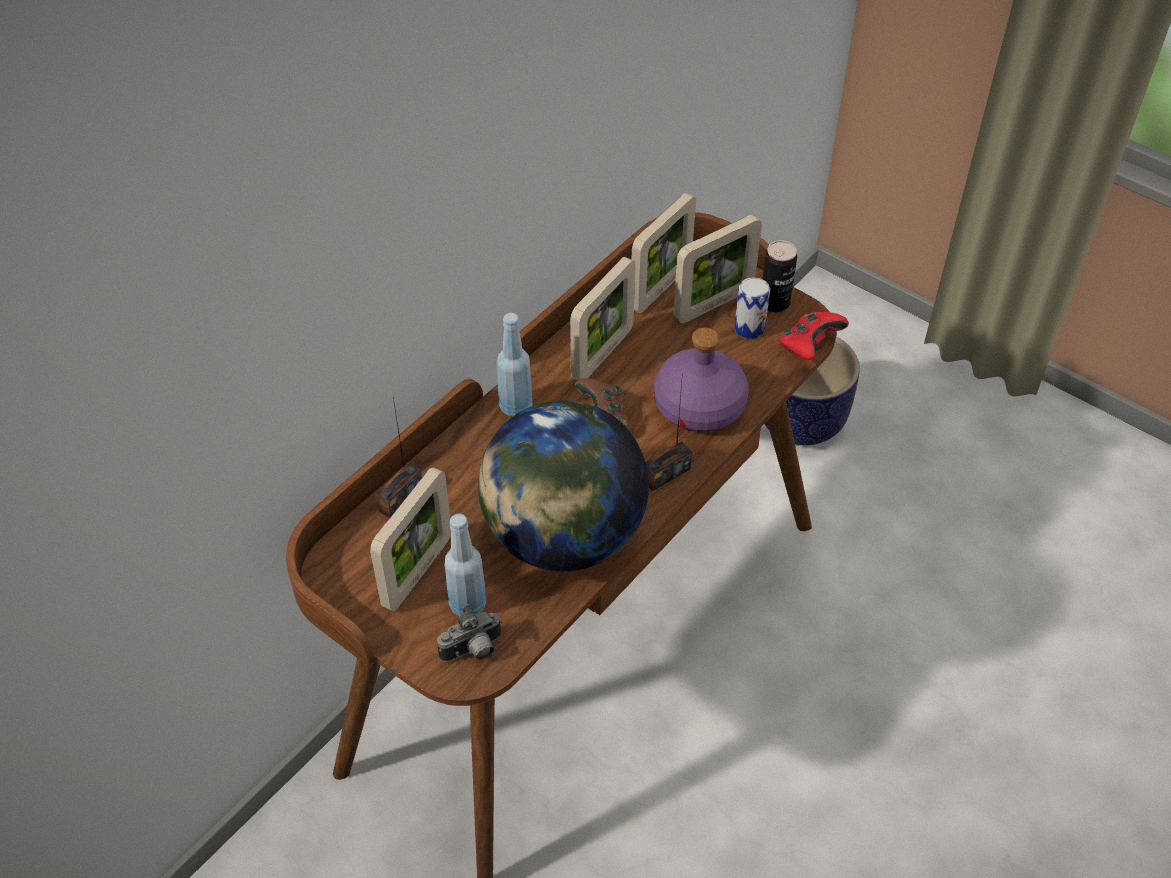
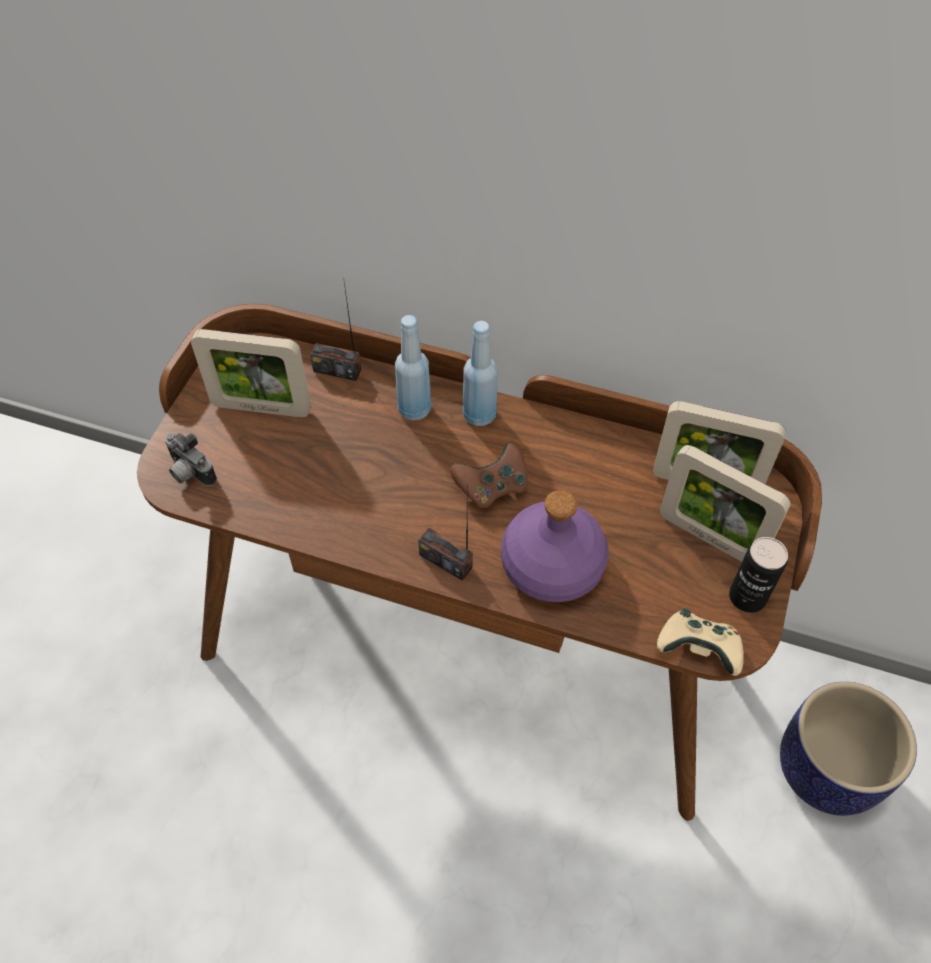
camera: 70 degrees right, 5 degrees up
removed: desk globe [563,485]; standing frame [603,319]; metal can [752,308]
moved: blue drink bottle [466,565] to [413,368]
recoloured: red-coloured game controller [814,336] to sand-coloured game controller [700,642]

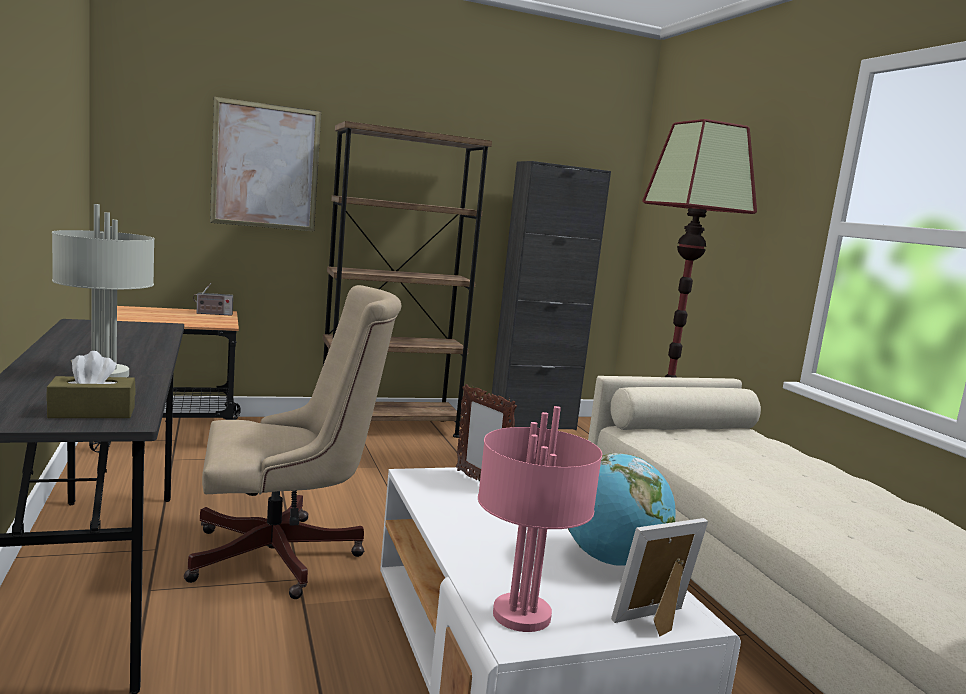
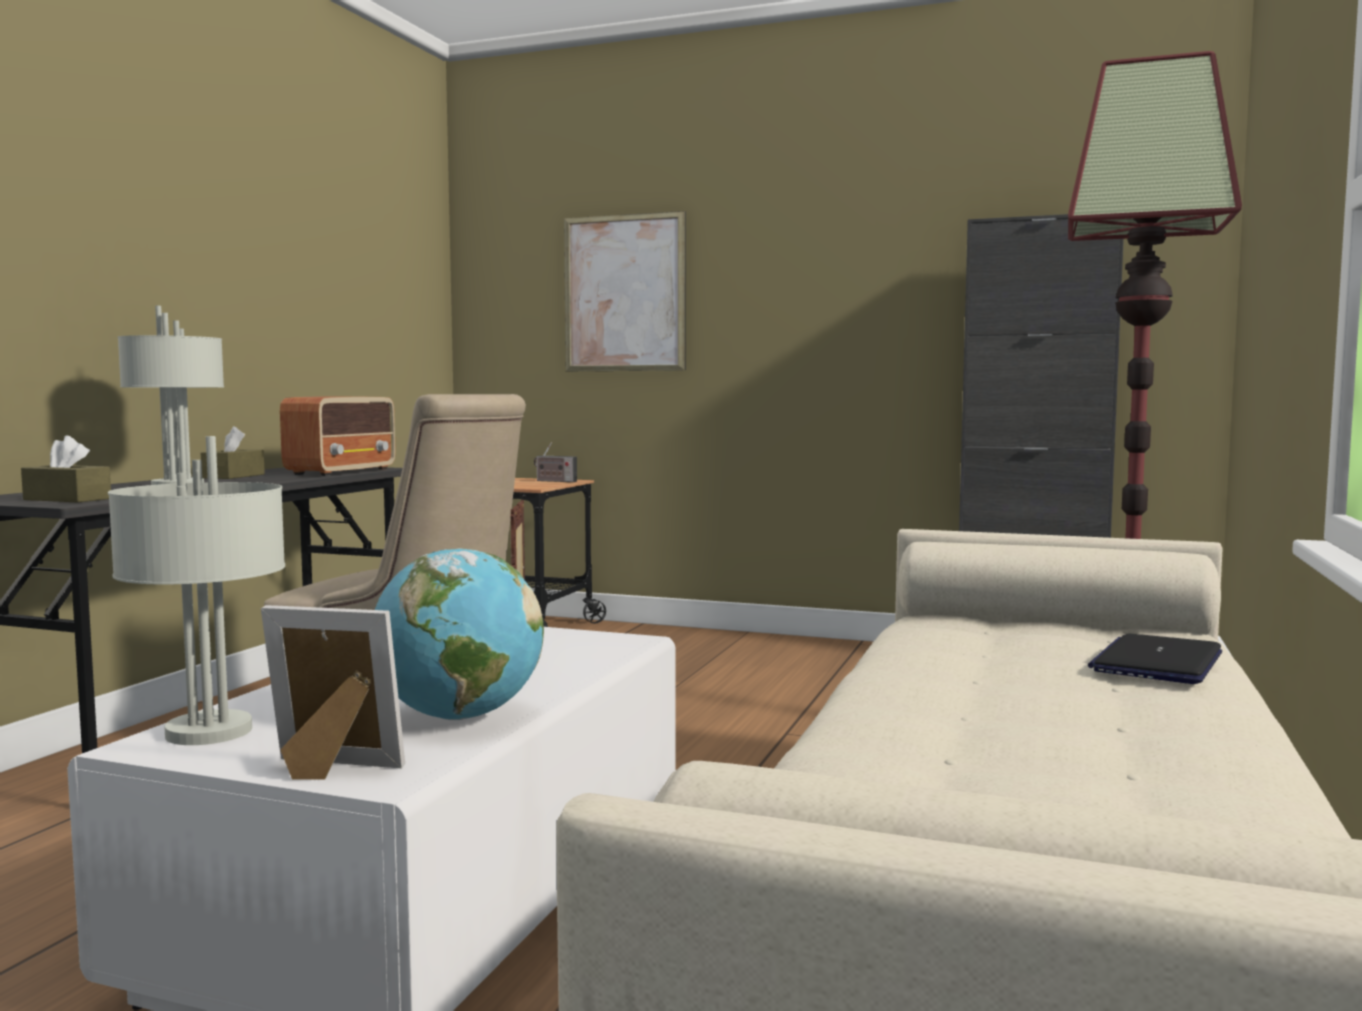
camera: 40 degrees right, 5 degrees down
removed: brownish shelving unit [407,279]
added: brownish tissue box [233,452]; radio receiver [338,436]; portable computer [1155,658]
recoloured: pink lamp for a table [540,519] to greyish lamp for a table [196,590]

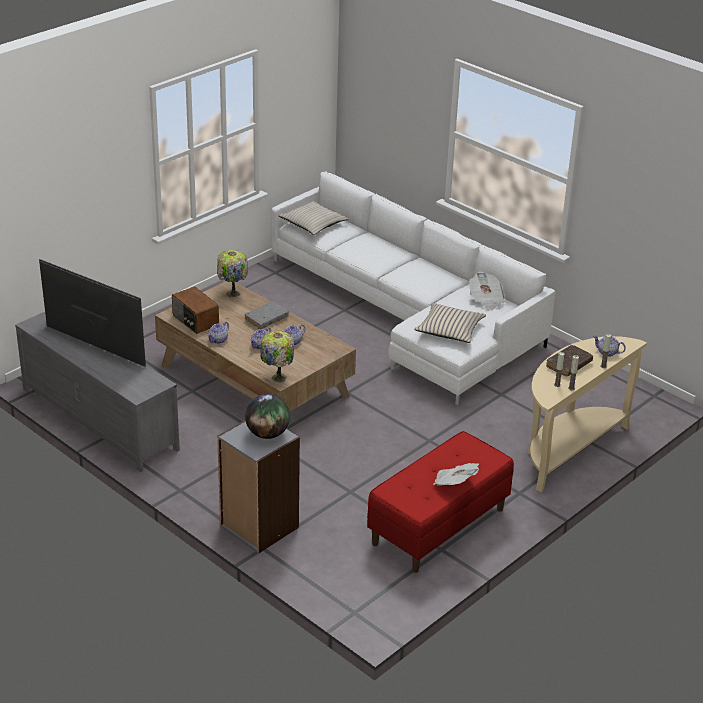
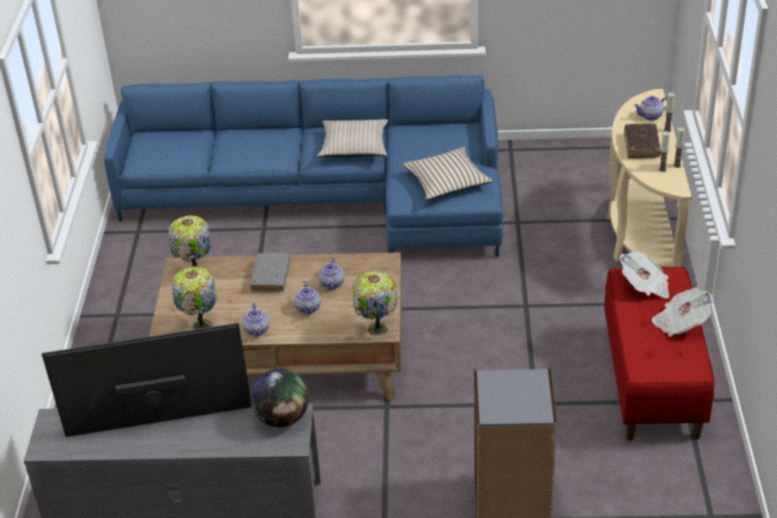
camera: 40 degrees left, 5 degrees up
moved: desk globe [267,416] to [280,398]; sand-coloured pillow [313,218] to [352,138]; printed paper [487,291] to [644,275]
replaced: radio receiver [195,310] to lamp for a table [194,297]
recoloured: white settee [413,288] to blue settee [303,166]

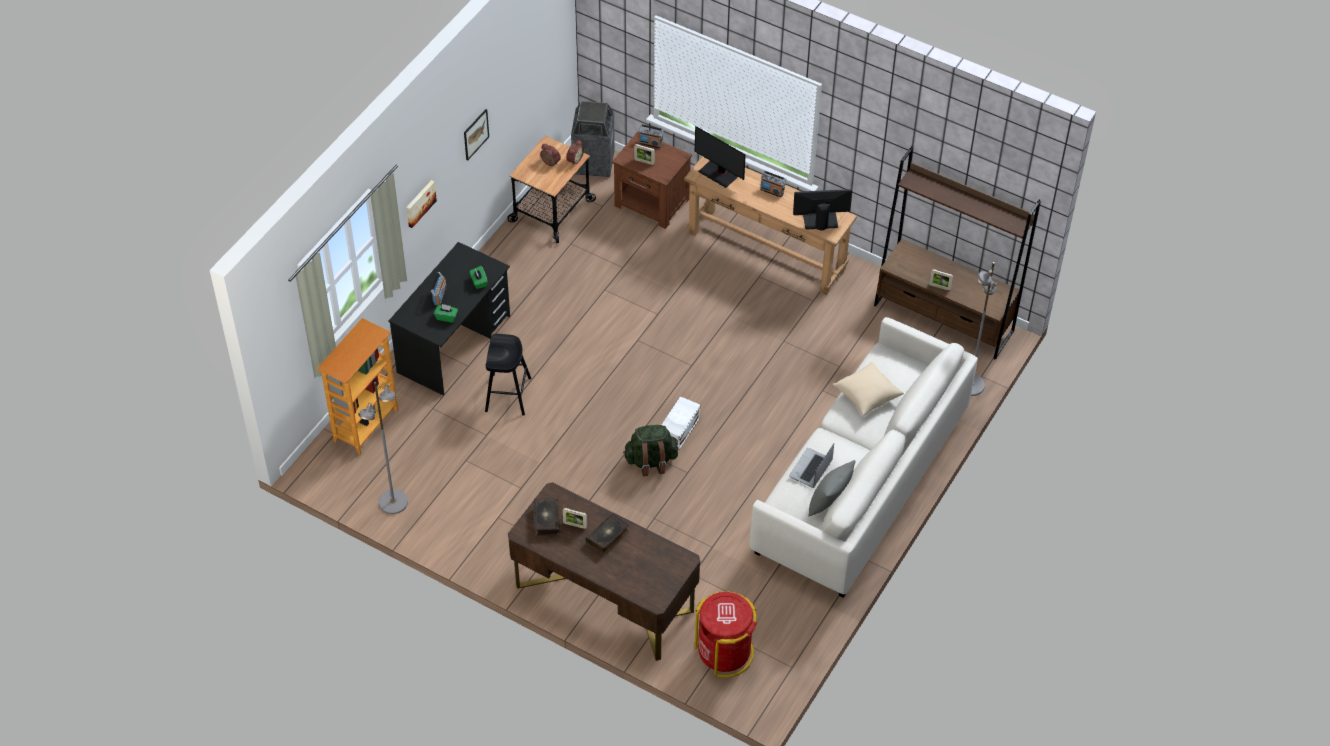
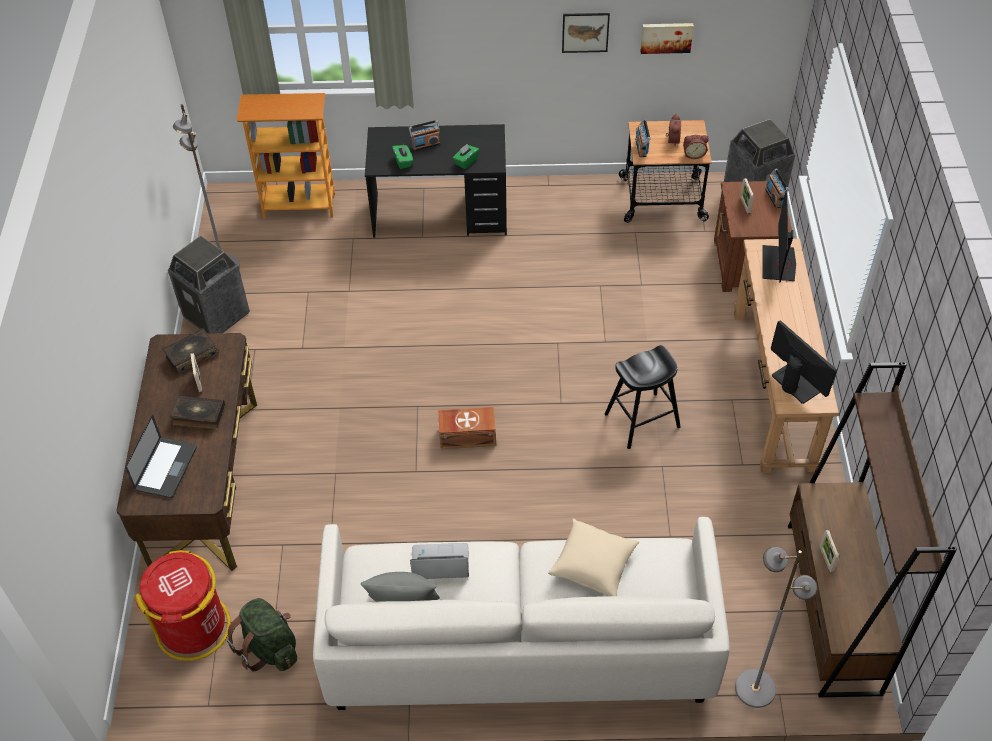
camera: 60 degrees right, 0 degrees up
added: portable computer [161,456]; trash can [209,285]
moved: green-coloured backpack [650,450] to [262,634]; black-coloured sitting stool [508,375] to [643,397]; radio receiver [773,184] to [642,138]; picture [421,204] to [667,38]
recoloured: white storage box [681,423] to brownish storage box [467,428]

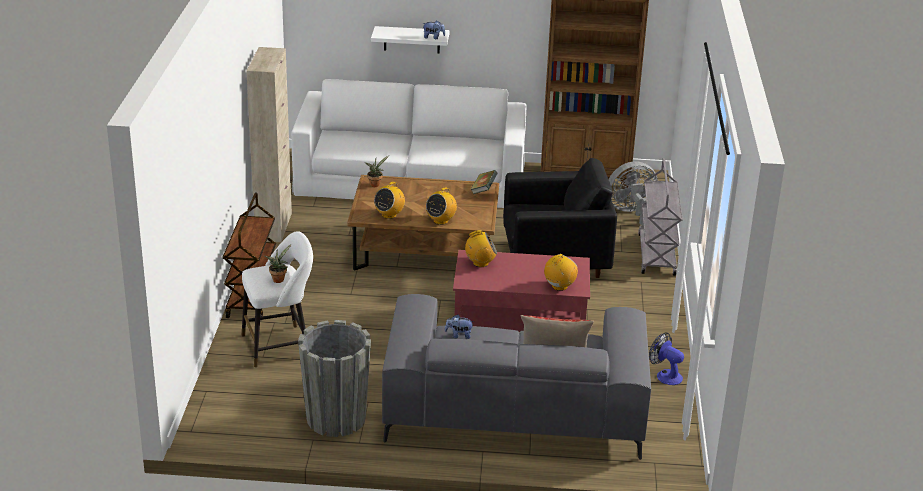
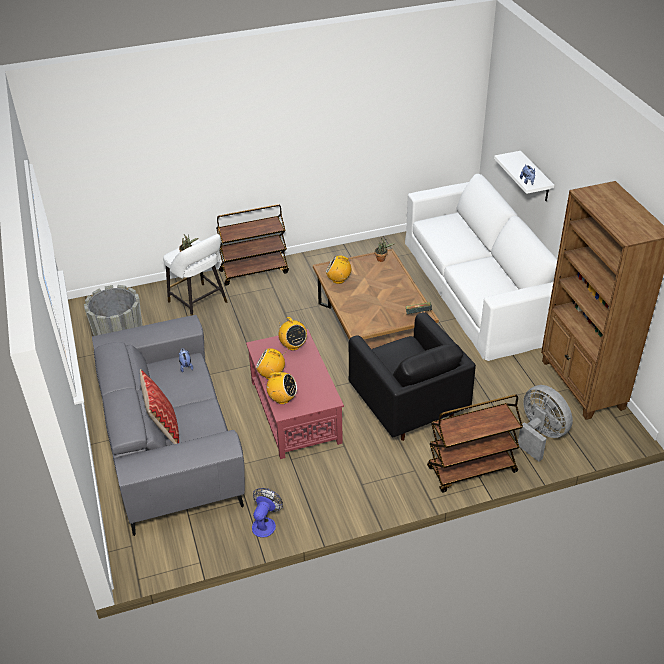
camera: 70 degrees right, 10 degrees up
removed: sand-coloured cupboard [269,144]
moved: radio receiver [441,206] to [270,364]
recoloured: greyish wheeled cart [660,217] to brownish wheeled cart [475,443]

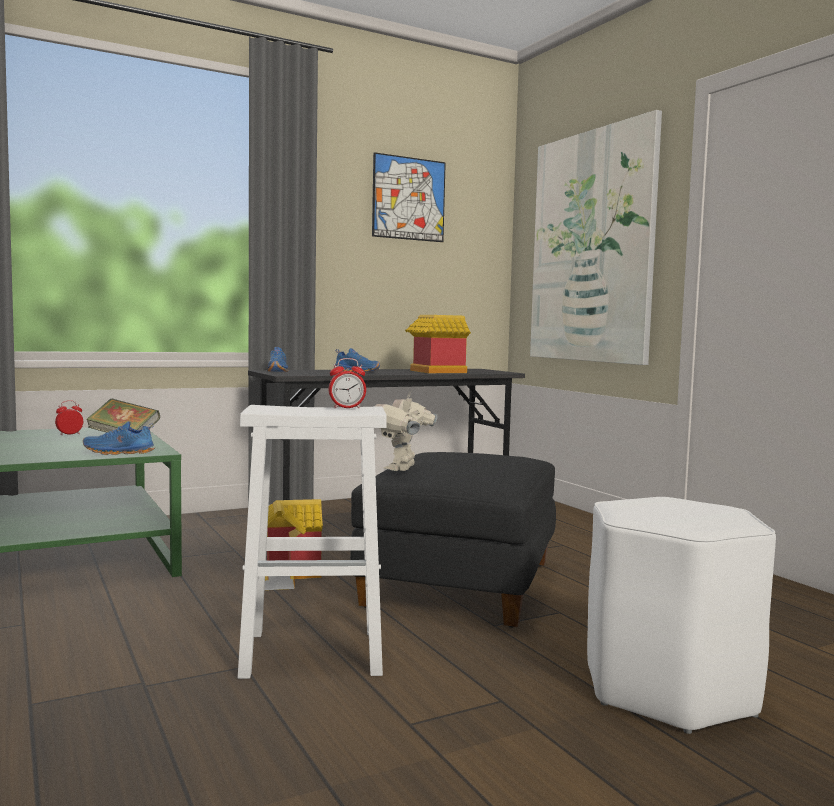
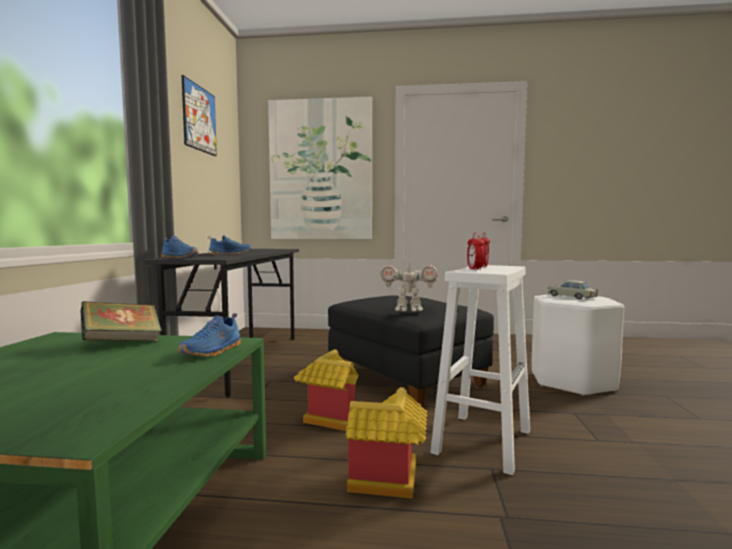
camera: 55 degrees left, 0 degrees up
added: sand-coloured miniature car [573,289]
moved: toy house [438,344] to [386,443]; bedside clock [69,418] to [475,251]
turned: robot figure [406,430] = [409,284] 45 degrees counterclockwise

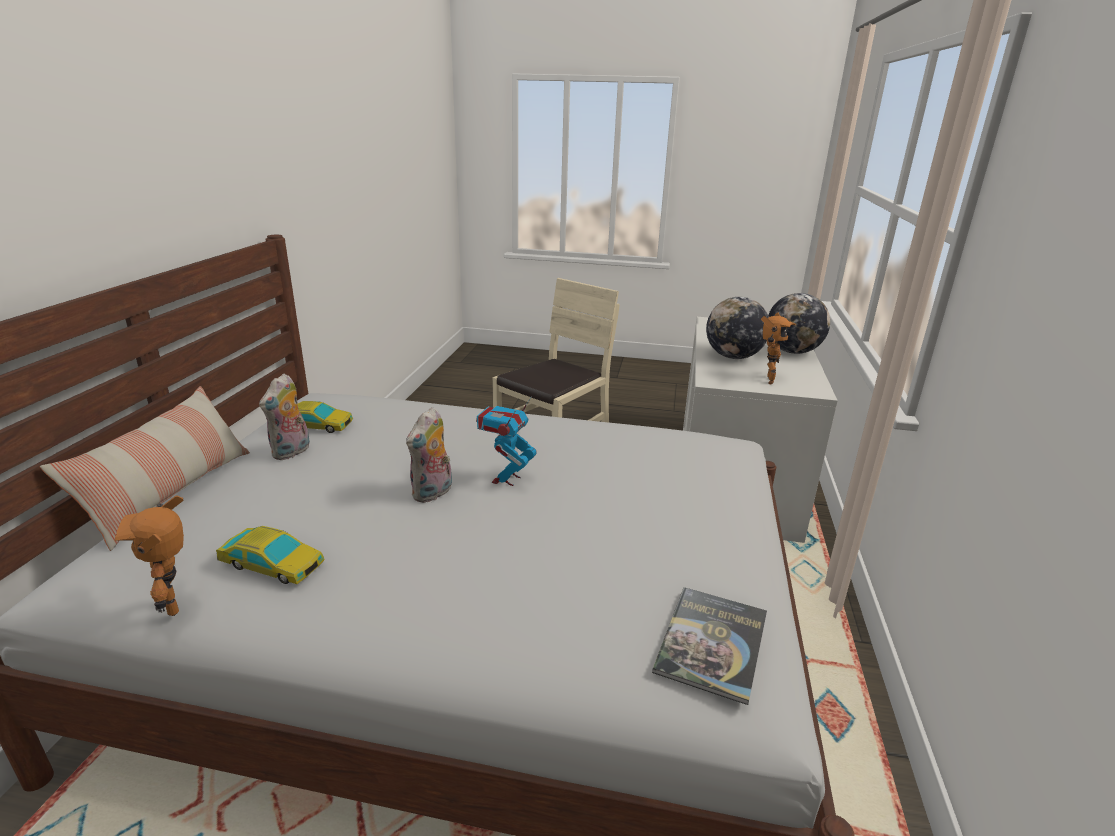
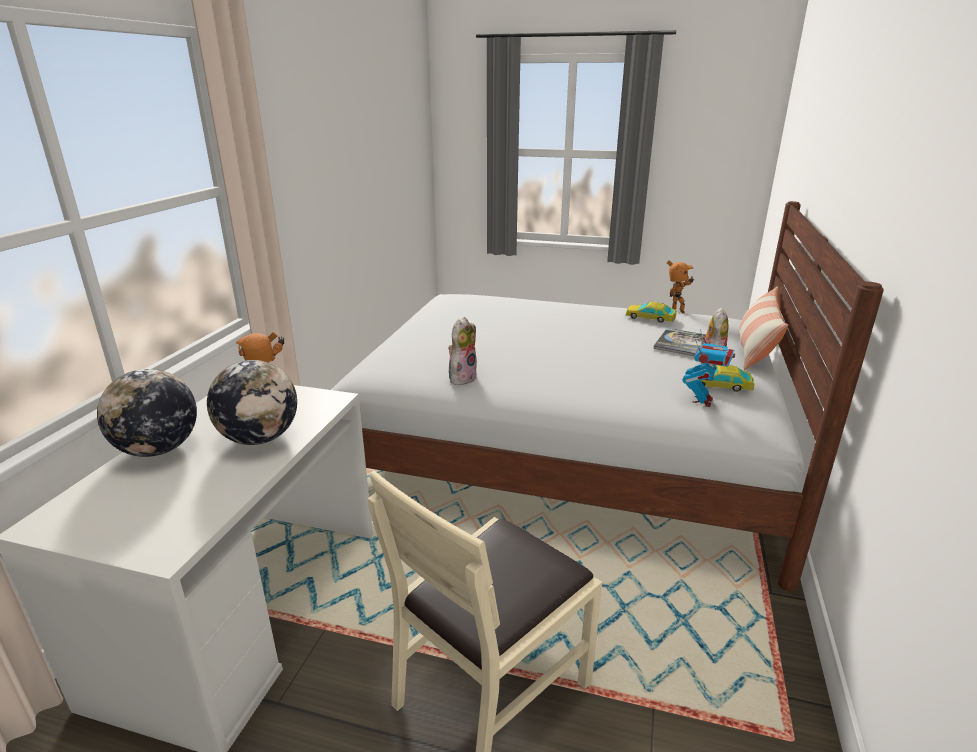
camera: 175 degrees left, 0 degrees up
moved: cuddly toy [429,455] to [462,351]; book [709,646] to [679,342]; robot figure [506,441] to [708,368]

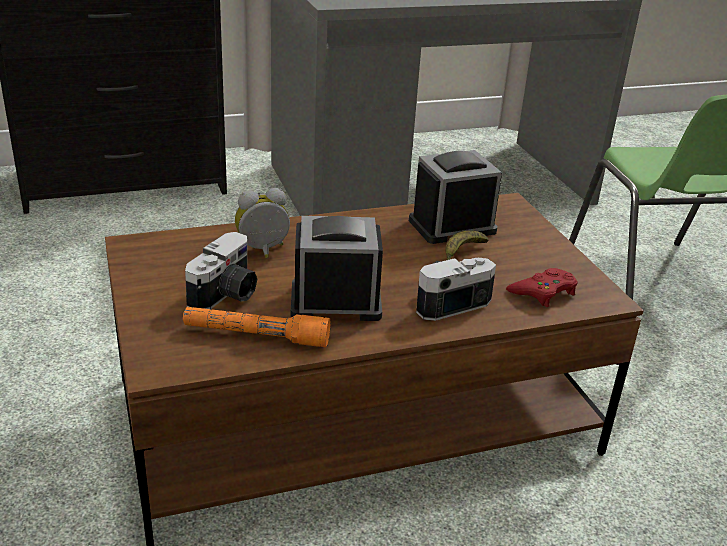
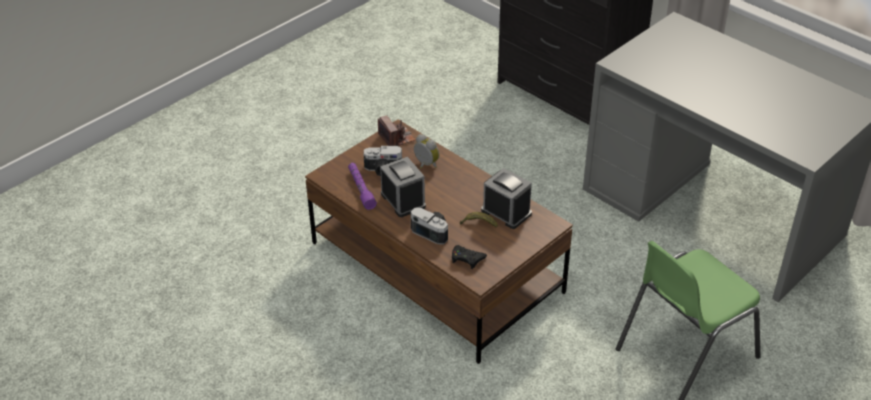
camera: 65 degrees right, 10 degrees up
added: photo camera [397,130]
recoloured: orangey flashlight [257,327] to purplish flashlight [362,186]; red-coloured game controller [542,287] to black-coloured game controller [469,257]

